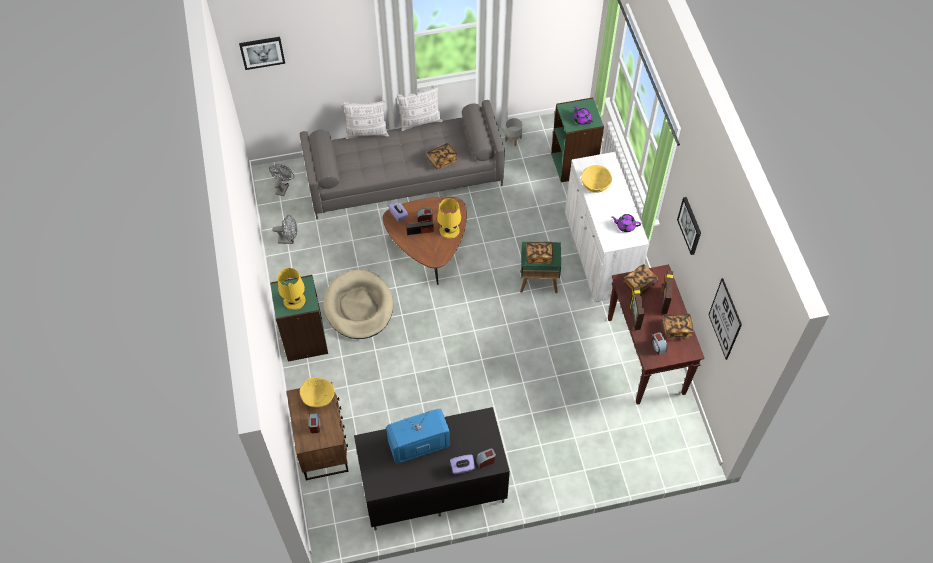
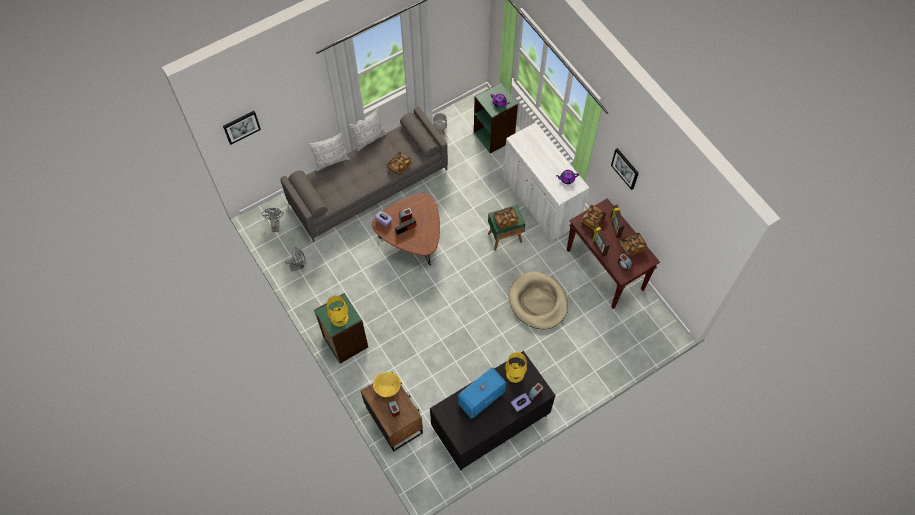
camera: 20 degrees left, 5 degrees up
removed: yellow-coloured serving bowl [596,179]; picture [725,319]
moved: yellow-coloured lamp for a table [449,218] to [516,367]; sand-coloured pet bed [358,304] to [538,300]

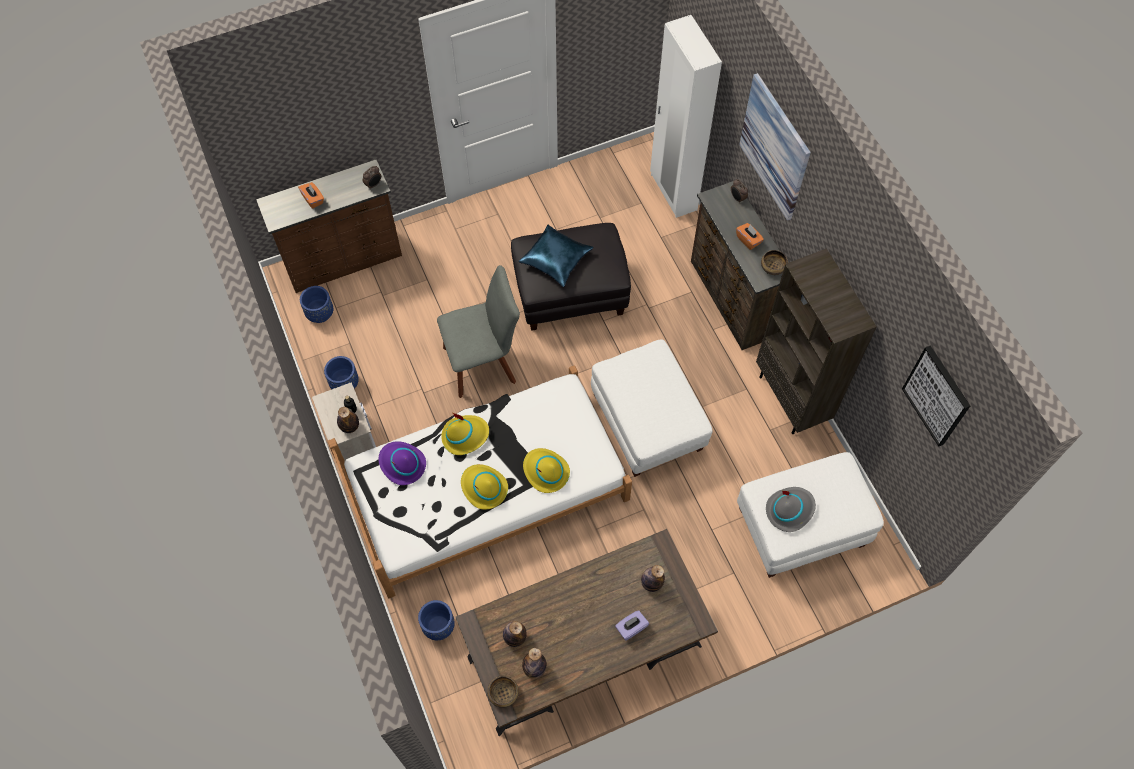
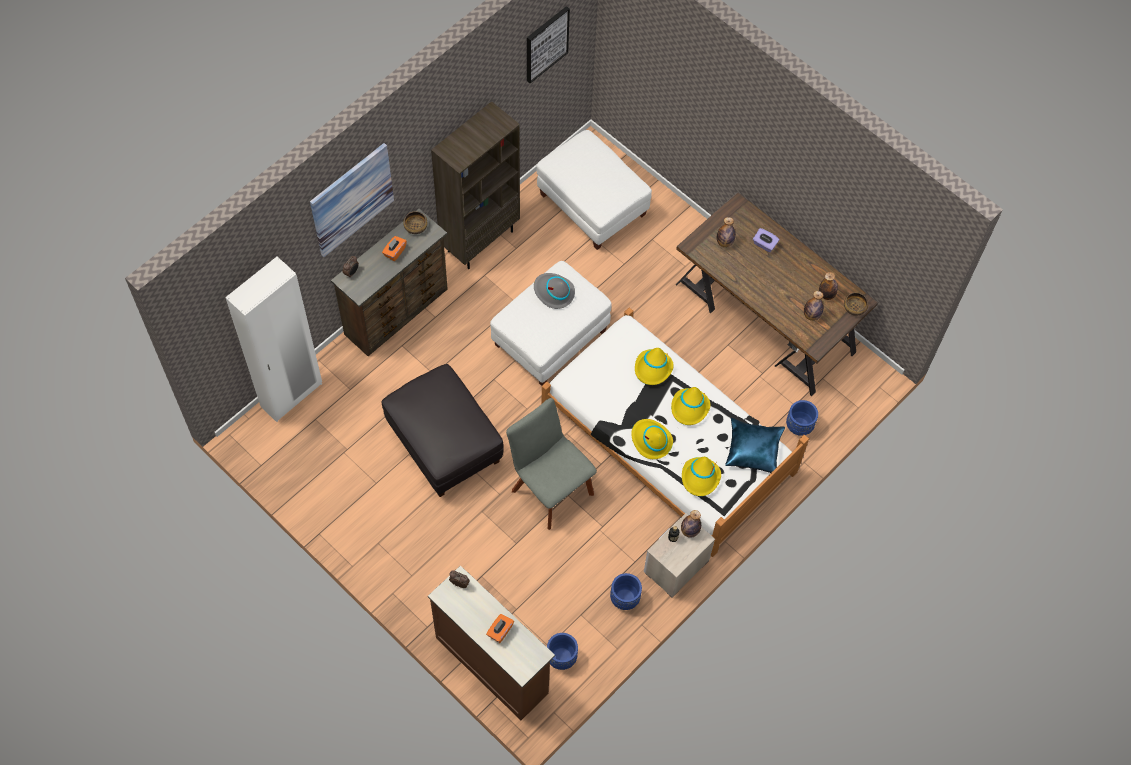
camera: 115 degrees left, 0 degrees up
moved: greyish wearable hat [791,509] to [554,291]; blue pillow [556,256] to [755,445]
recoloured: purplish wearable hat [402,463] to yellow-coloured wearable hat [701,476]

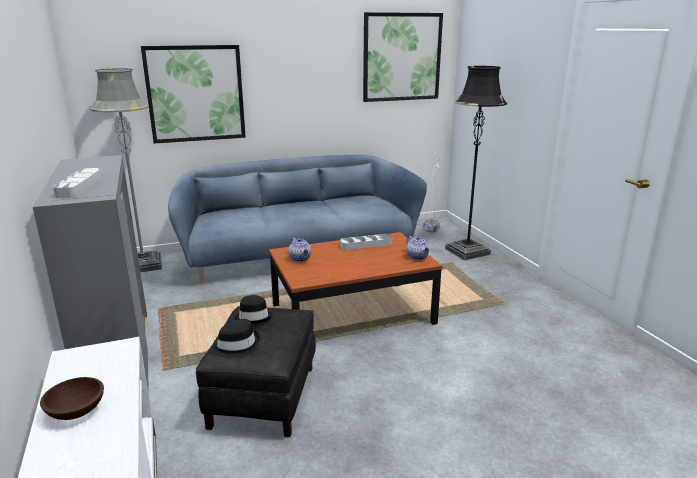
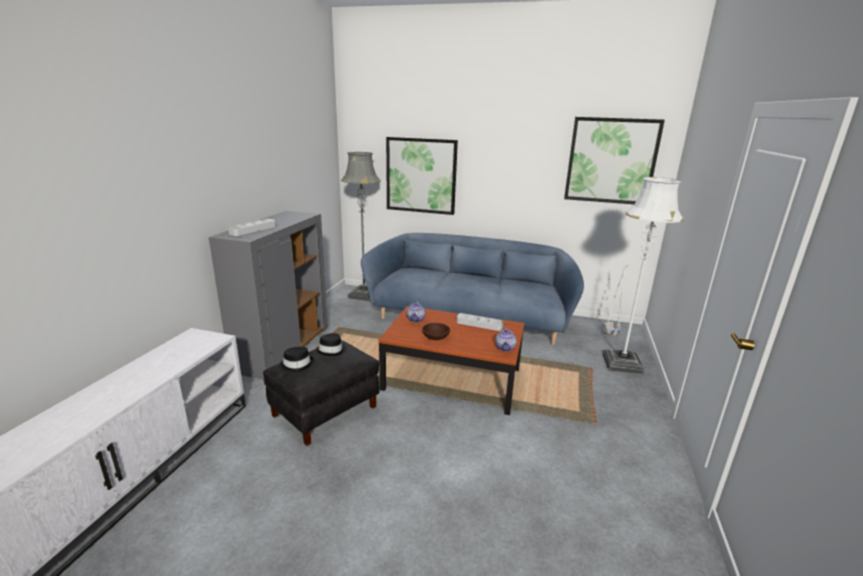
camera: 35 degrees right, 0 degrees up
moved: brownish serving bowl [72,398] to [436,331]
recoloured: black-coloured standard lamp [476,163] to white standard lamp [643,276]

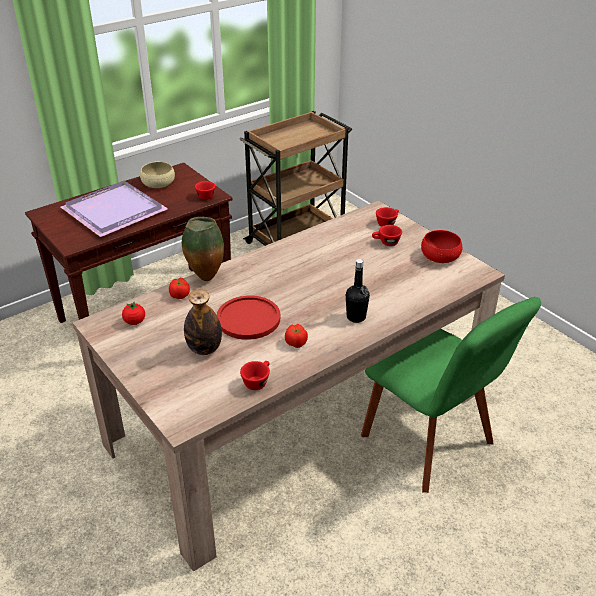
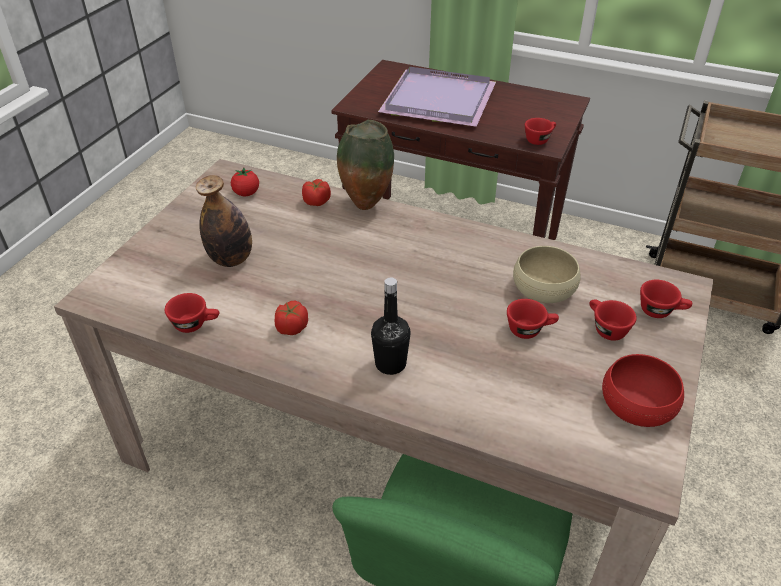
camera: 60 degrees right, 5 degrees up
removed: red-coloured flat dish [248,318]
added: red-coloured cup [533,319]
moved: sand-coloured serving bowl [157,175] to [547,274]

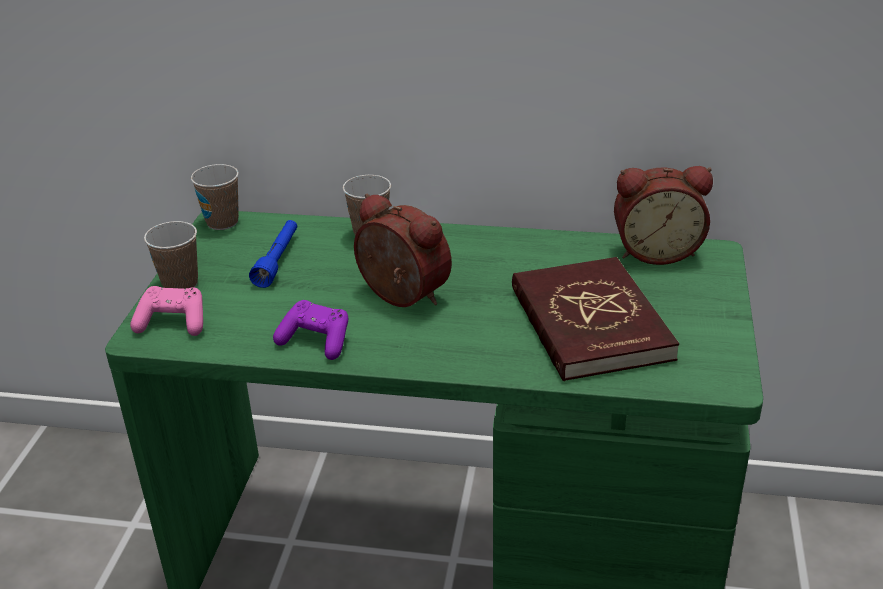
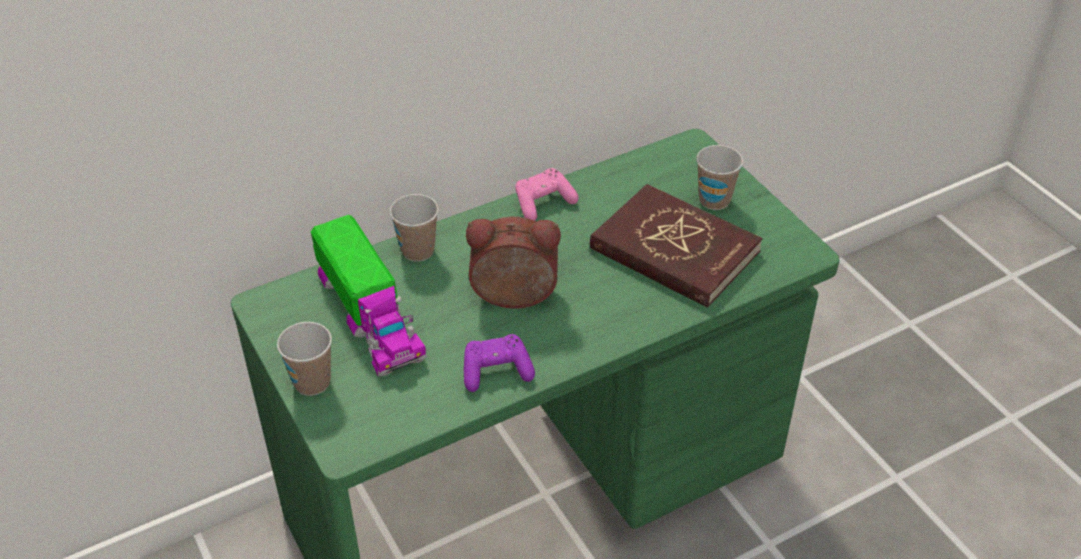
camera: 40 degrees left, 10 degrees up
removed: bedside clock [663,215]
moved: pink game controller [166,311] to [547,194]; cup [215,197] to [719,177]
replaced: blue flashlight [273,254] to toy truck [368,295]

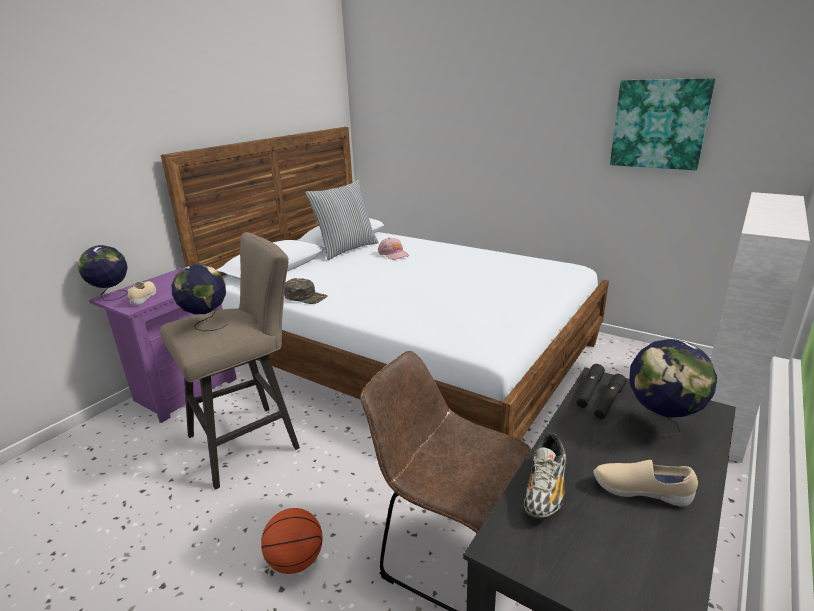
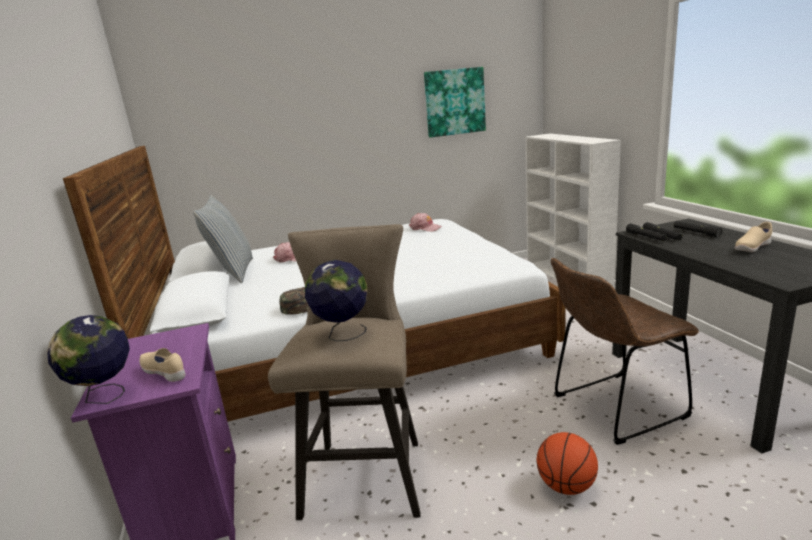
camera: 50 degrees left, 5 degrees down
removed: shoe [545,475]
added: pink cap [426,222]
replaced: desk globe [672,387] to black-coloured flashlight [698,229]

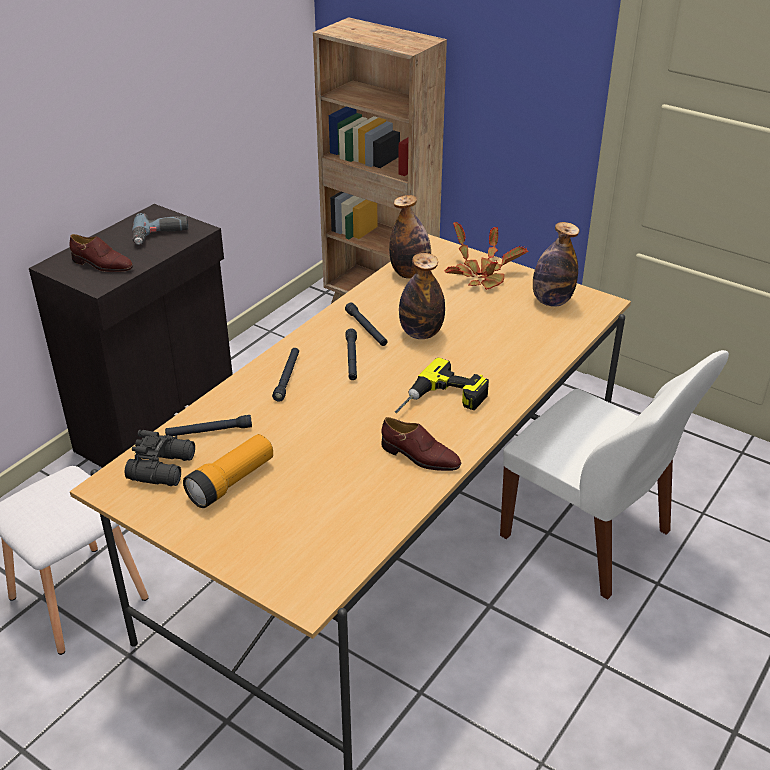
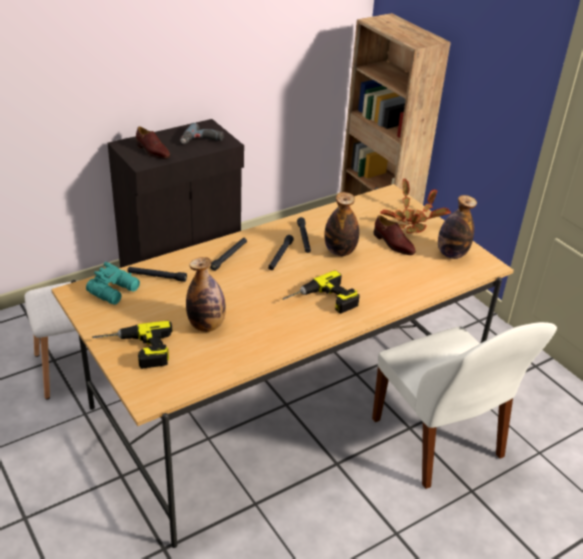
camera: 20 degrees right, 0 degrees up
removed: flashlight [228,471]
added: power drill [132,345]
moved: drink bottle [410,237] to [206,294]; brownish shoe [421,444] to [395,235]
recoloured: black-coloured field glasses [160,458] to blue-green field glasses [113,283]

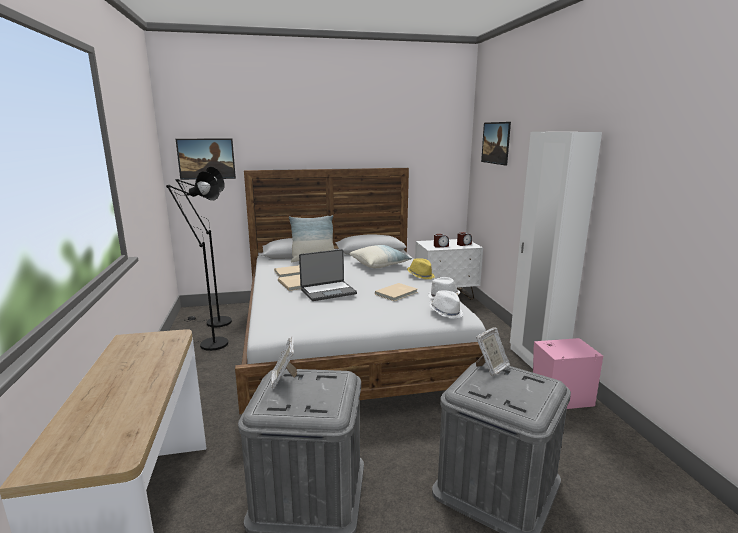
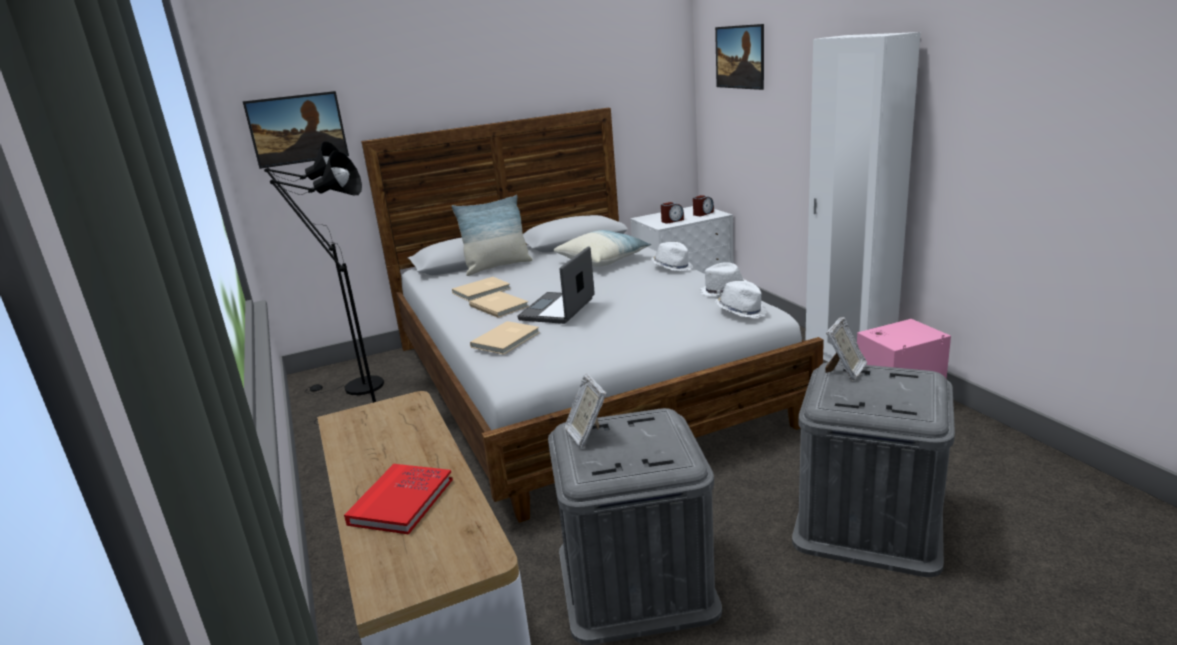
camera: 10 degrees left, 5 degrees up
added: red-coloured book [398,499]
moved: sand-coloured book [396,292] to [505,338]
recoloured: yellow-coloured wearable hat [421,268] to white wearable hat [672,256]
turned: portable computer [328,275] = [556,285] 150 degrees clockwise

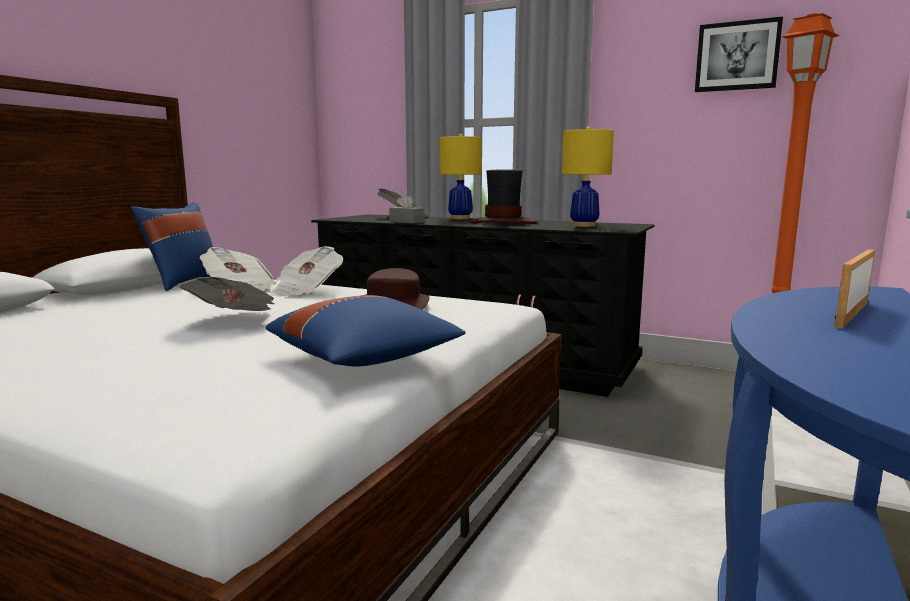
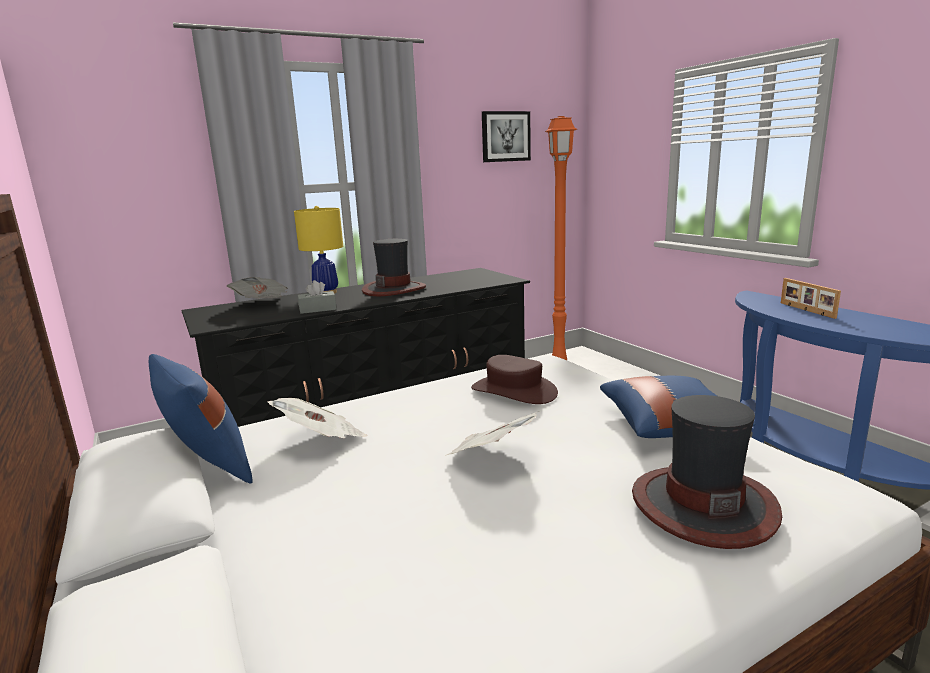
camera: 55 degrees left, 5 degrees up
removed: printed paper [307,271]; yellow-coloured lamp for a table [588,177]
added: wearable hat [707,472]

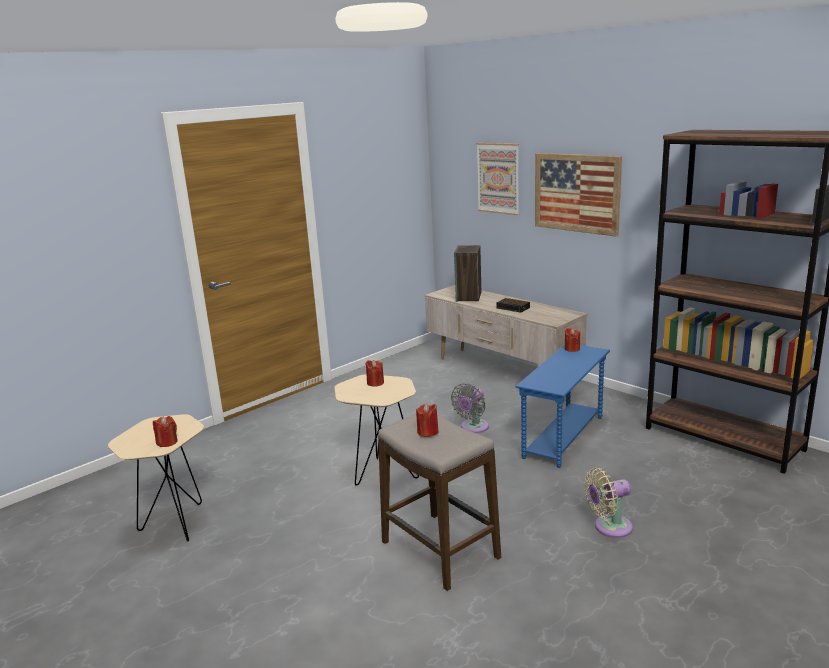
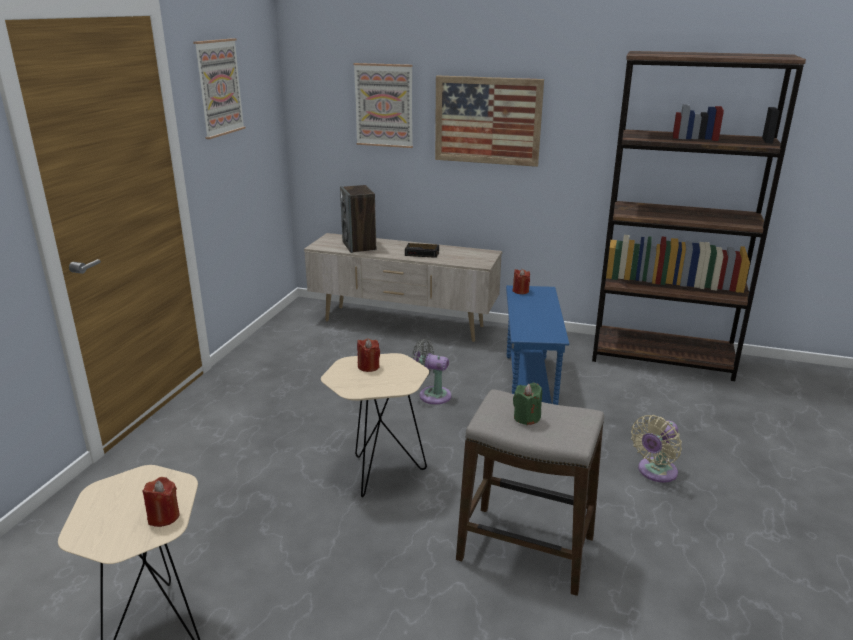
camera: 30 degrees left, 5 degrees up
added: picture [219,88]
recoloured: red-coloured wax light [427,420] to green-coloured wax light [527,404]
turned: greyish fan [470,408] = [431,371] 105 degrees clockwise

